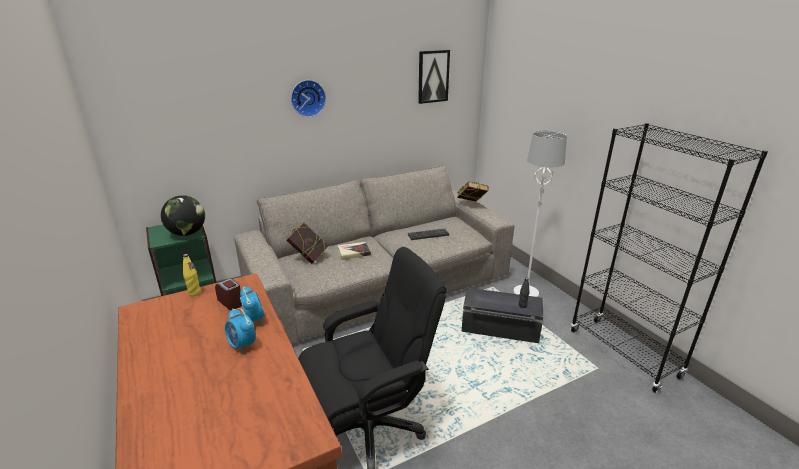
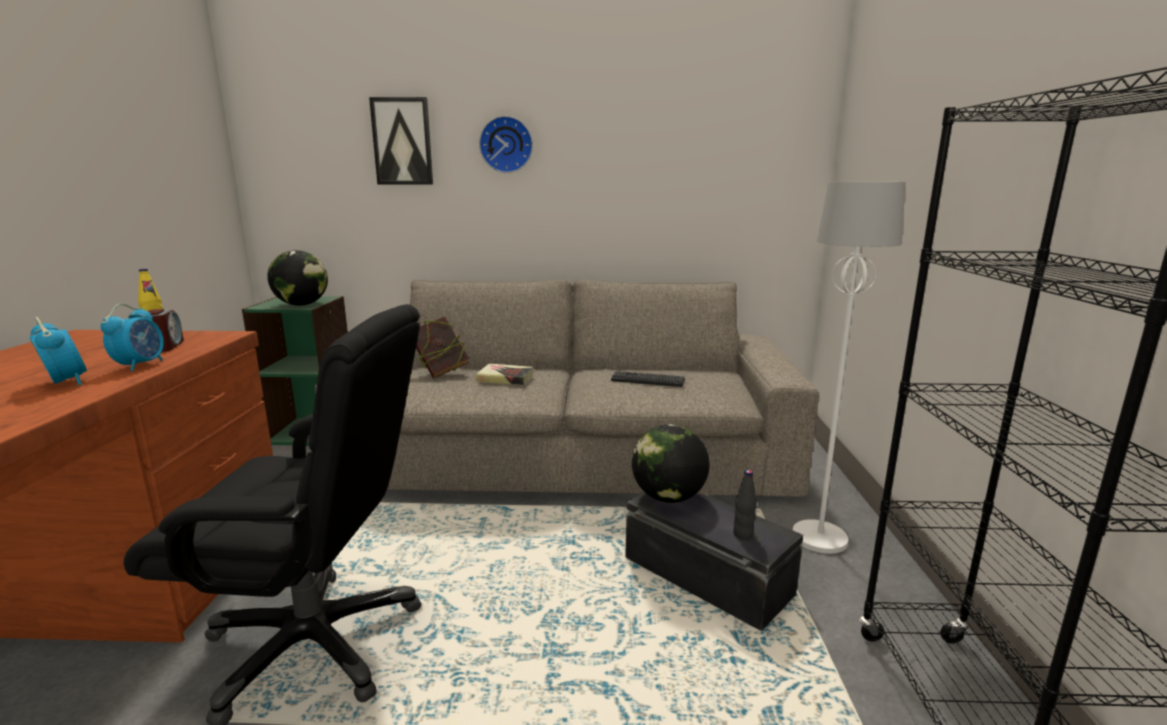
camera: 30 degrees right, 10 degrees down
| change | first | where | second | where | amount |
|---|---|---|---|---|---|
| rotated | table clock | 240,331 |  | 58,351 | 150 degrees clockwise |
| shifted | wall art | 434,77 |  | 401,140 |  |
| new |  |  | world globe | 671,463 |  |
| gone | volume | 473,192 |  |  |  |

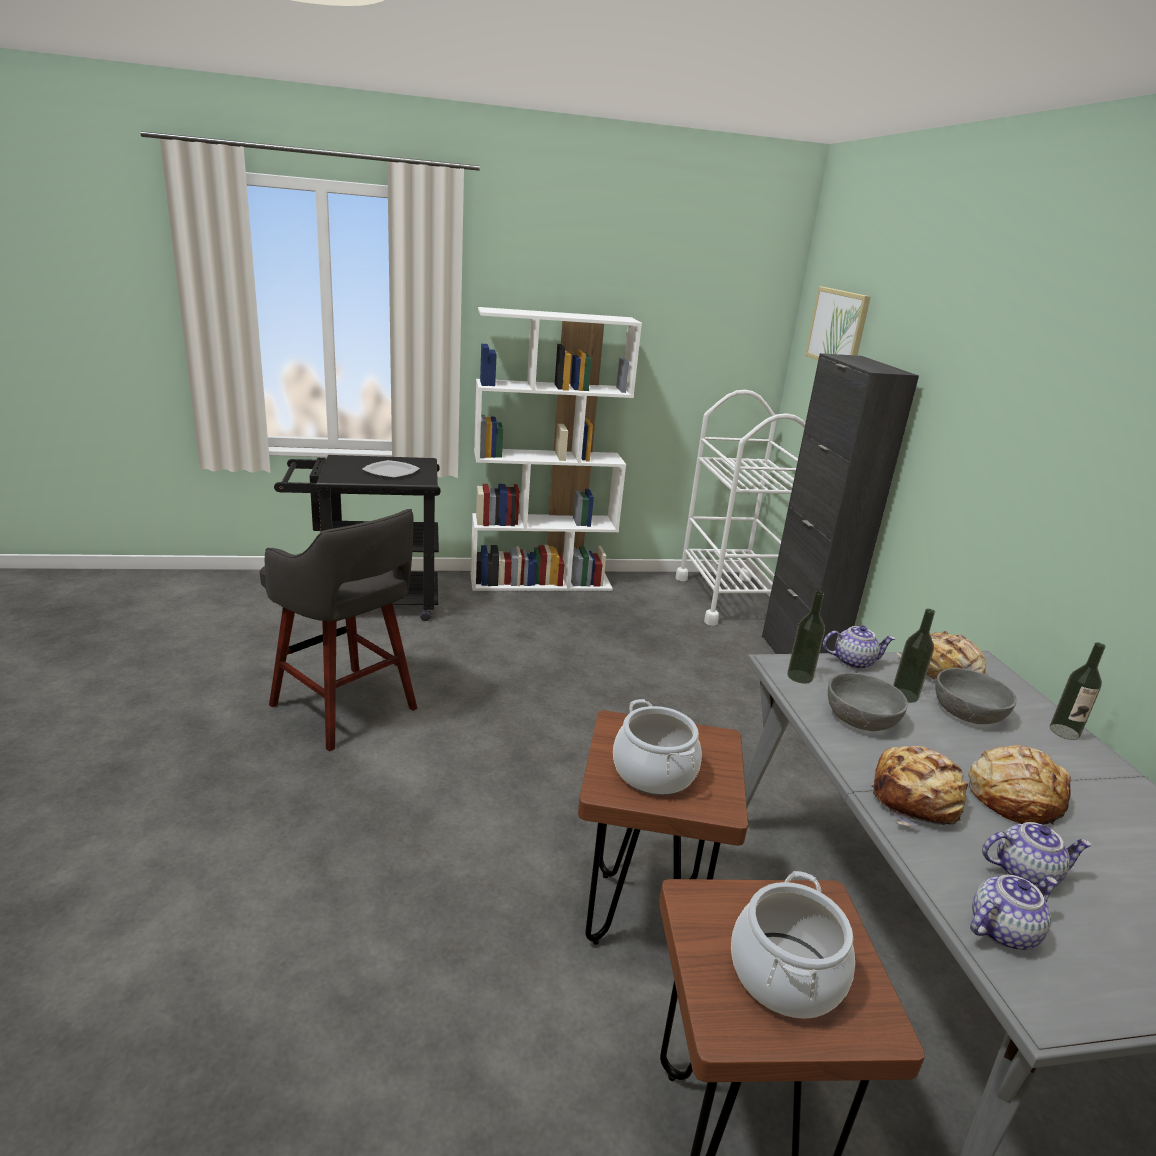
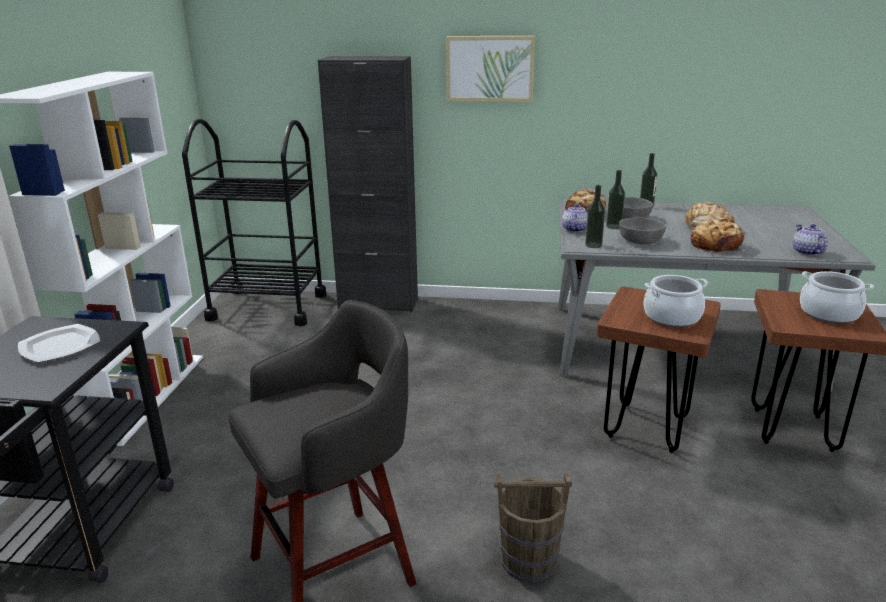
camera: 70 degrees left, 0 degrees up
| change | first | where | second | where | amount |
|---|---|---|---|---|---|
| repainted | cart/white | 740,508 | cart/black-coloured | 254,222 |  |
| shifted | wall art | 838,323 |  | 490,69 |  |
| new |  |  | water bucket/brownish | 533,528 |  |
| gone | tea pot | 1037,854 |  |  |  |

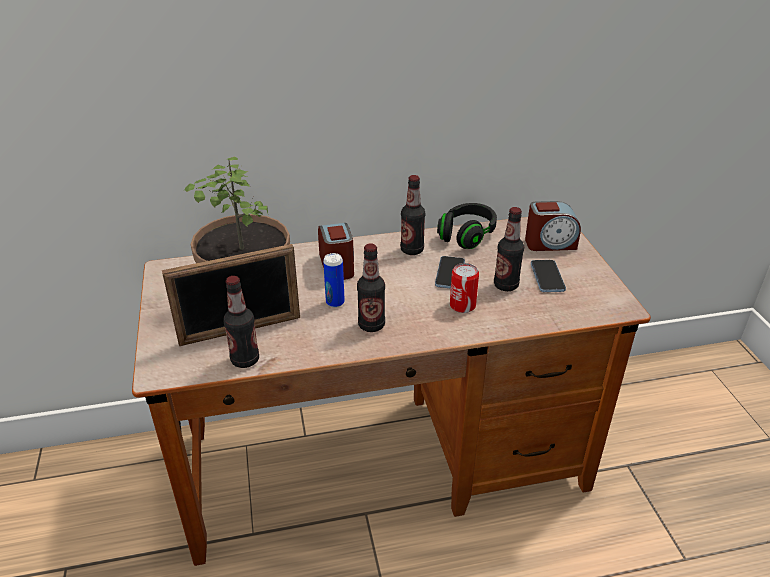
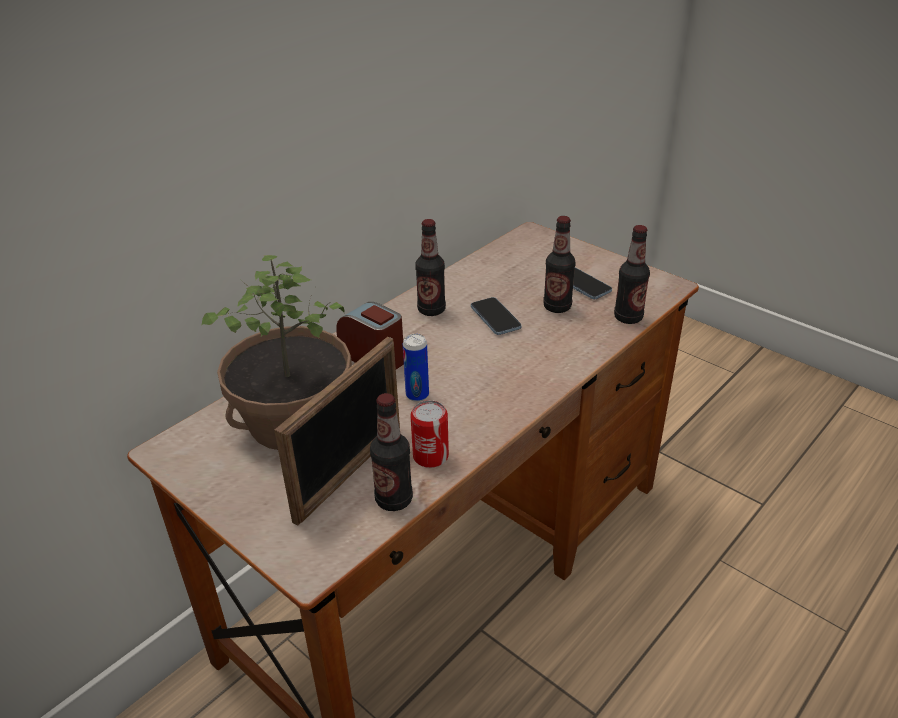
camera: 35 degrees left, 0 degrees up
| change | first | where | second | where | amount |
|---|---|---|---|---|---|
| shifted | can | 464,288 |  | 429,434 |  |
| shifted | beverage bottle | 371,288 |  | 632,274 |  |
| gone | headphones/black-coloured | 467,226 |  |  |  |
| gone | table clock | 553,226 |  |  |  |

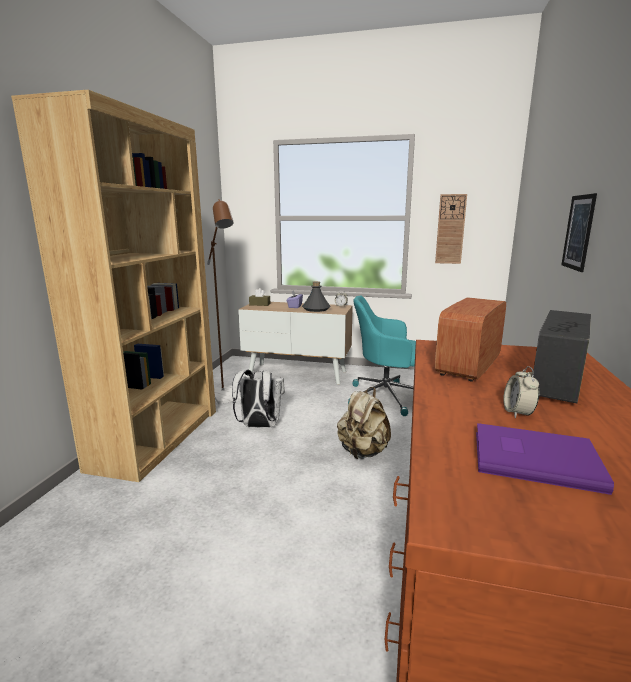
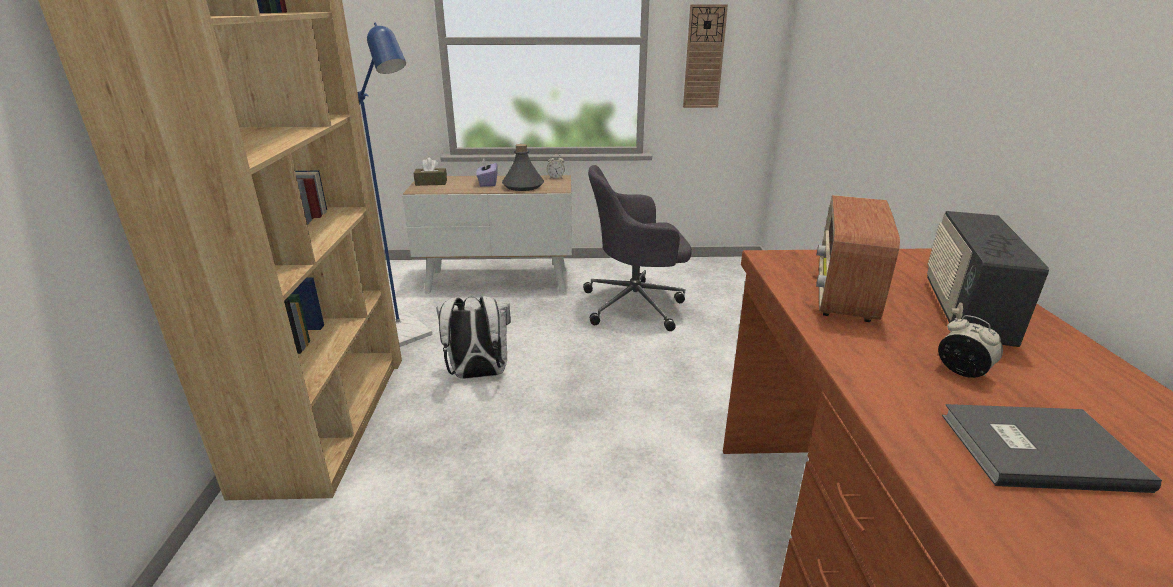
camera: 15 degrees left, 10 degrees up
| change | first | where | second | where | amount |
|---|---|---|---|---|---|
| repainted | standard lamp/brownish | 224,301 | standard lamp/bluish | 395,185 |  |
| repainted | desk chair/turquoise | 382,356 | desk chair/grey | 637,248 |  |
| rotated | table clock | 521,392 |  | 970,346 | 150 degrees clockwise |
| repainted | volume/purple-coloured | 545,459 | volume/grey | 1052,448 |  |
| gone | rucksack/beige | 364,423 |  |  |  |
| gone | wall art | 579,232 |  |  |  |

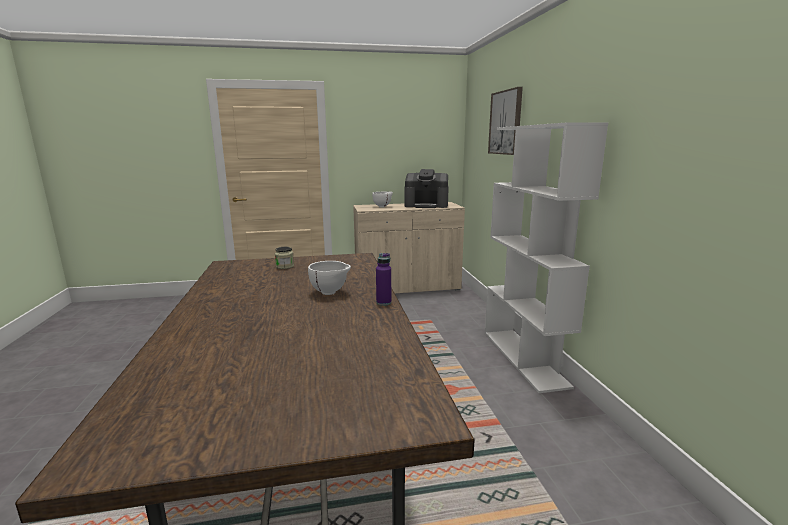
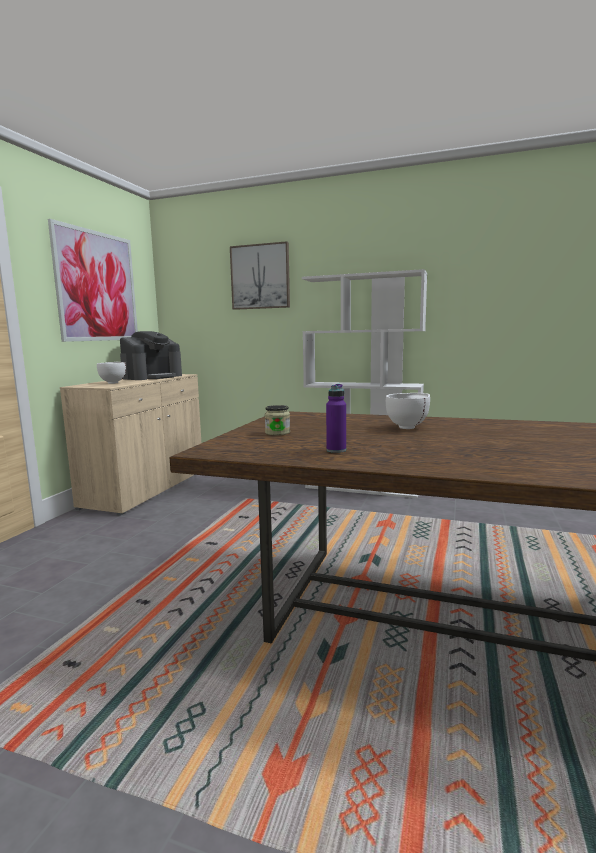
camera: 60 degrees left, 5 degrees down
| change | first | where | second | where | amount |
|---|---|---|---|---|---|
| new |  |  | wall art | 93,280 |  |
| shifted | beverage bottle/purple-coloured | 384,279 |  | 336,418 |  |

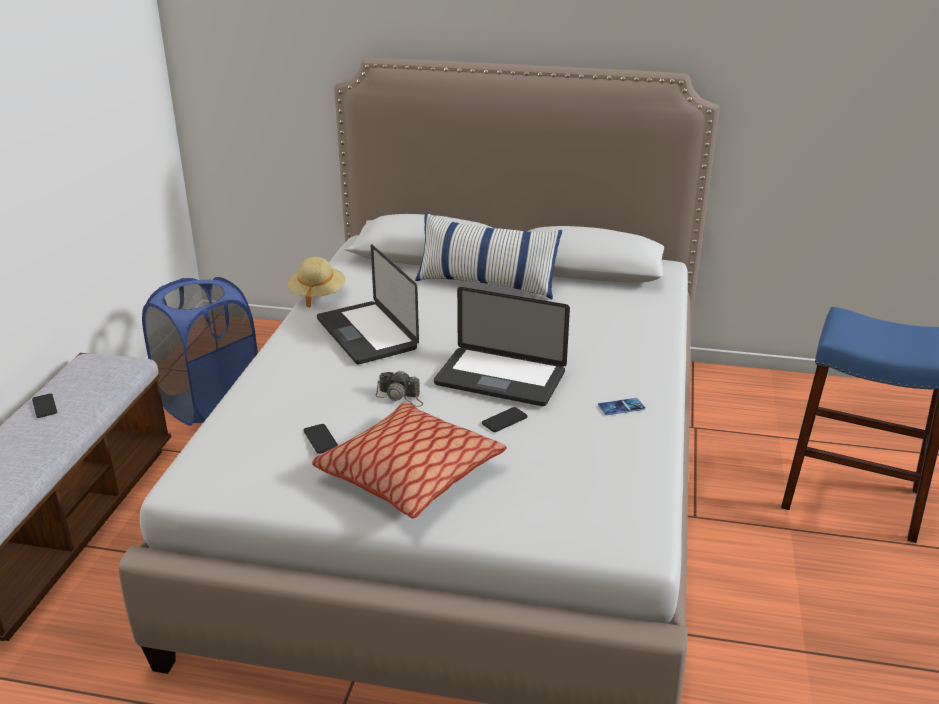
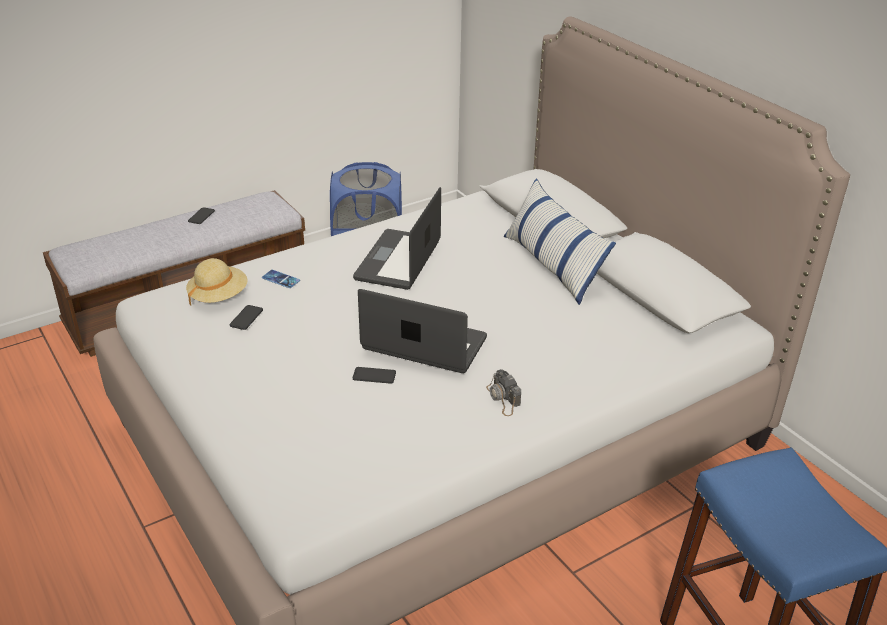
camera: 45 degrees right, 5 degrees up
| change | first | where | second | where | amount |
|---|---|---|---|---|---|
| shifted | clothing hat/beige | 317,282 |  | 217,282 |  |
| shifted | handset | 621,406 |  | 281,279 |  |
| rotated | laptop | 502,346 |  | 422,331 | 135 degrees clockwise |
| shifted | photo camera | 399,388 |  | 503,392 |  |
| gone | cushion | 409,459 |  |  |  |

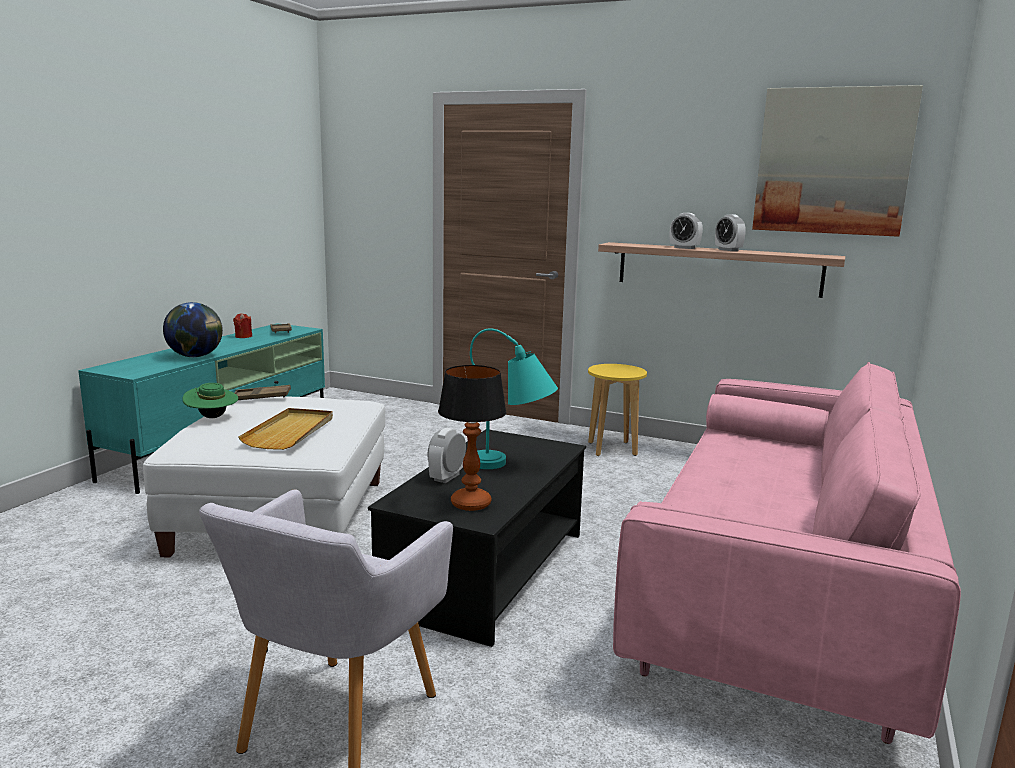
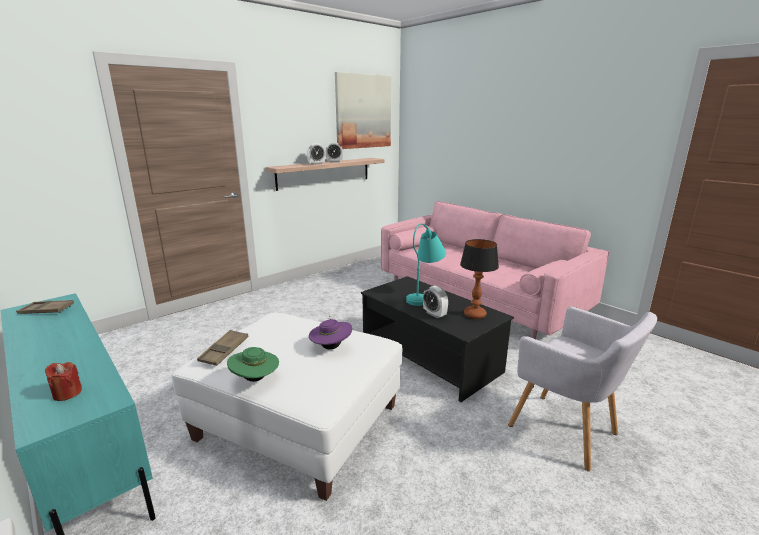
camera: 65 degrees left, 5 degrees up
| change | first | where | second | where | amount |
|---|---|---|---|---|---|
| shifted | wax candle/reddish | 242,325 |  | 63,381 |  |
| swapped | serving tray/beige | 285,429 | clothing hat/purple-coloured | 330,332 |  |
| gone | world globe | 193,329 |  |  |  |
| gone | sitting stool/yellowish | 617,410 |  |  |  |

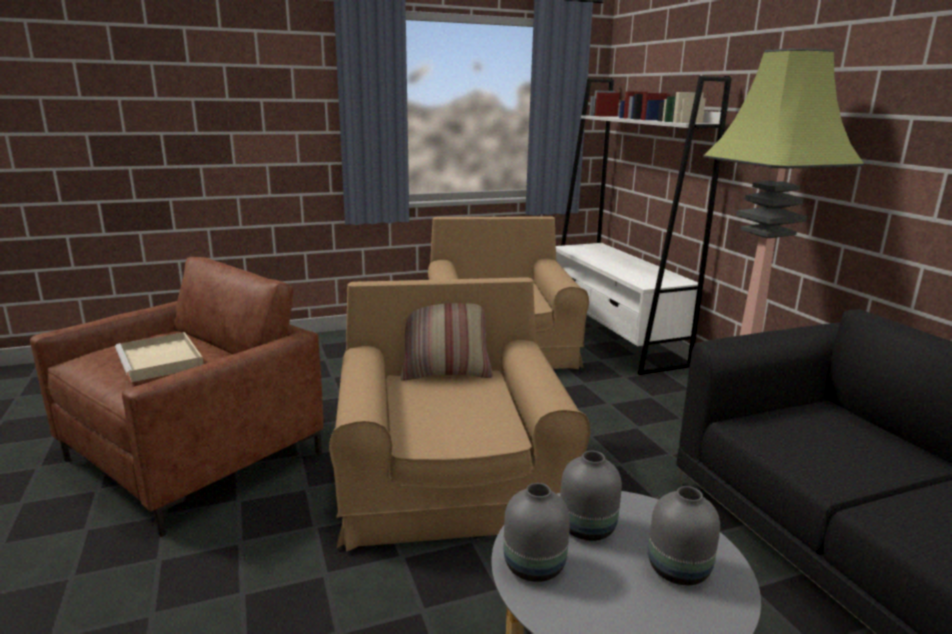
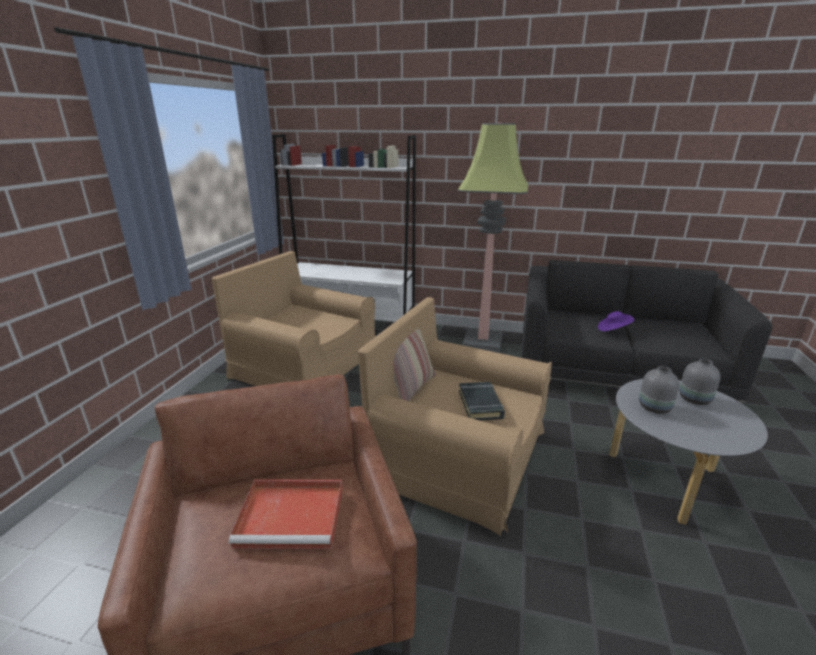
camera: 55 degrees left, 5 degrees up
| change | first | where | second | where | amount |
|---|---|---|---|---|---|
| repainted | serving tray/beige | 159,357 | serving tray/reddish | 286,514 |  |
| new |  |  | volume/black-coloured | 482,401 |  |
| new |  |  | clothing hat/purple-coloured | 616,321 |  |
| gone | vase/grey | 537,532 |  |  |  |

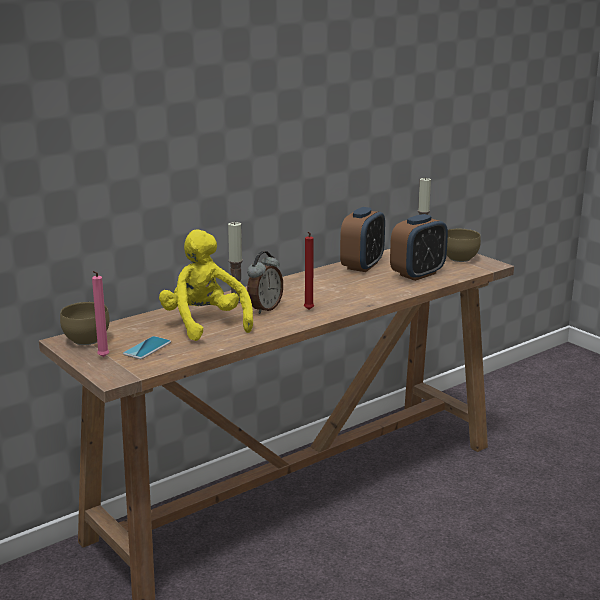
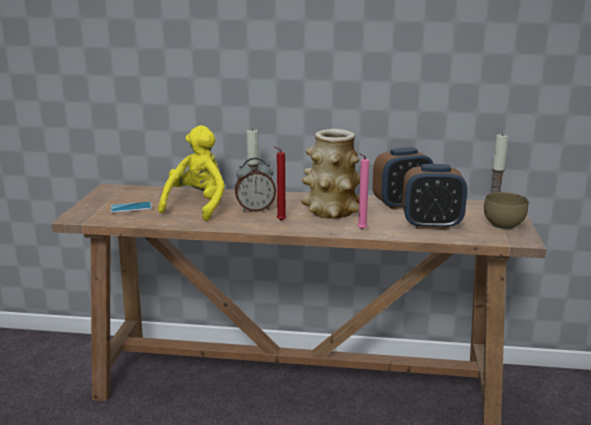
camera: 45 degrees right, 0 degrees up
| change | first | where | second | where | amount |
|---|---|---|---|---|---|
| new |  |  | vase | 330,174 |  |
| shifted | wax candle/pink-coloured | 100,314 |  | 363,191 |  |
| gone | bowl/brownish | 85,323 |  |  |  |

